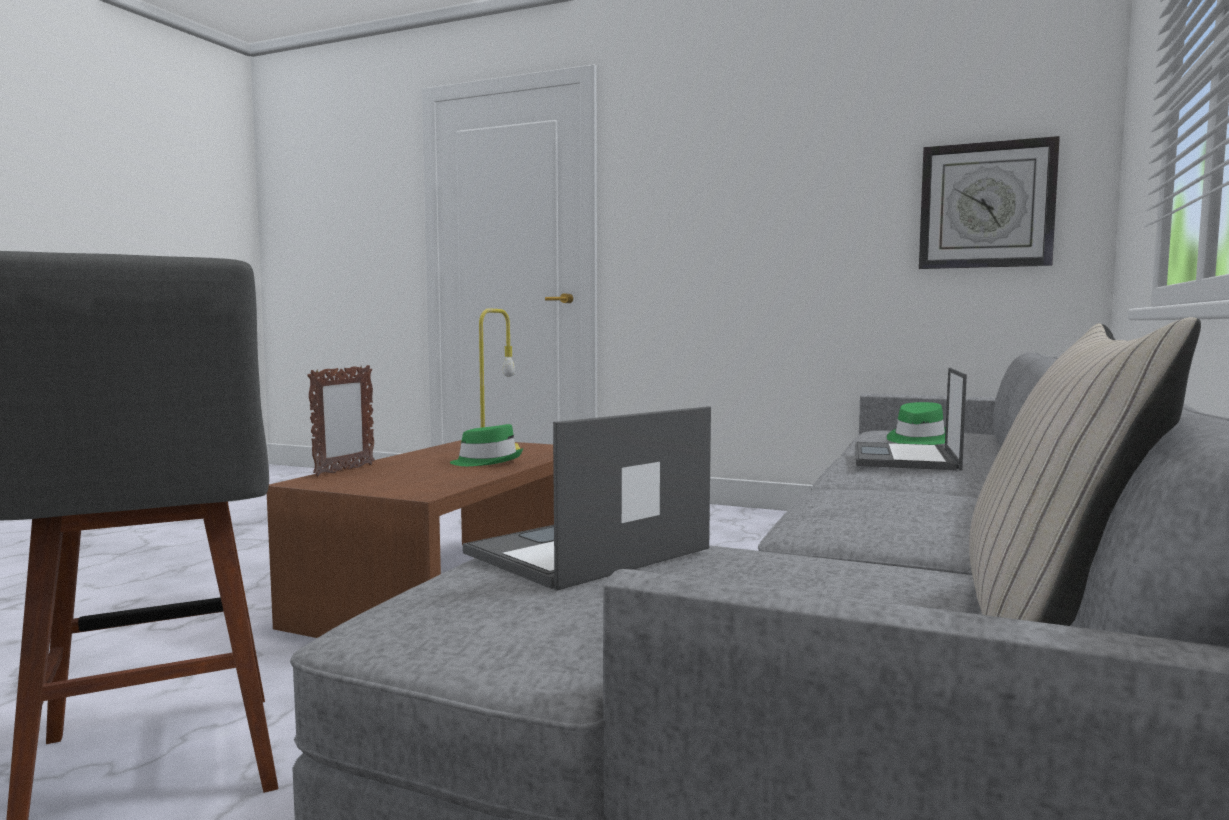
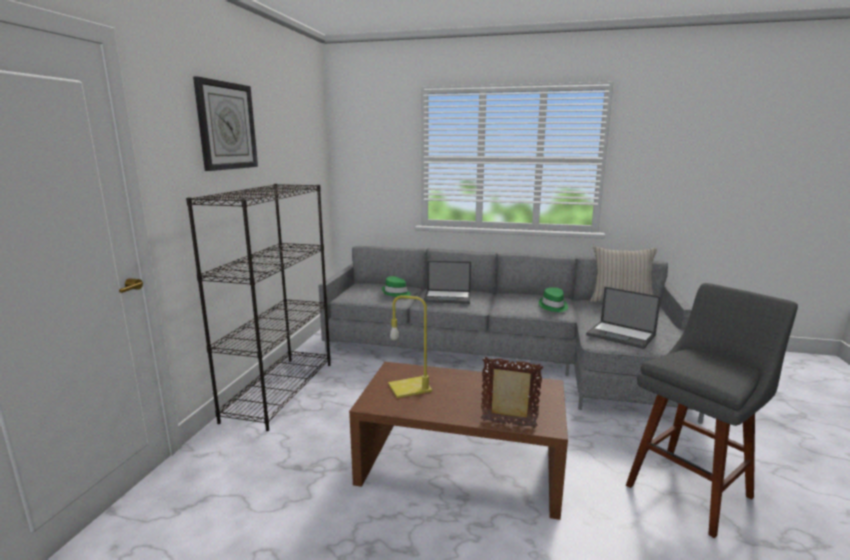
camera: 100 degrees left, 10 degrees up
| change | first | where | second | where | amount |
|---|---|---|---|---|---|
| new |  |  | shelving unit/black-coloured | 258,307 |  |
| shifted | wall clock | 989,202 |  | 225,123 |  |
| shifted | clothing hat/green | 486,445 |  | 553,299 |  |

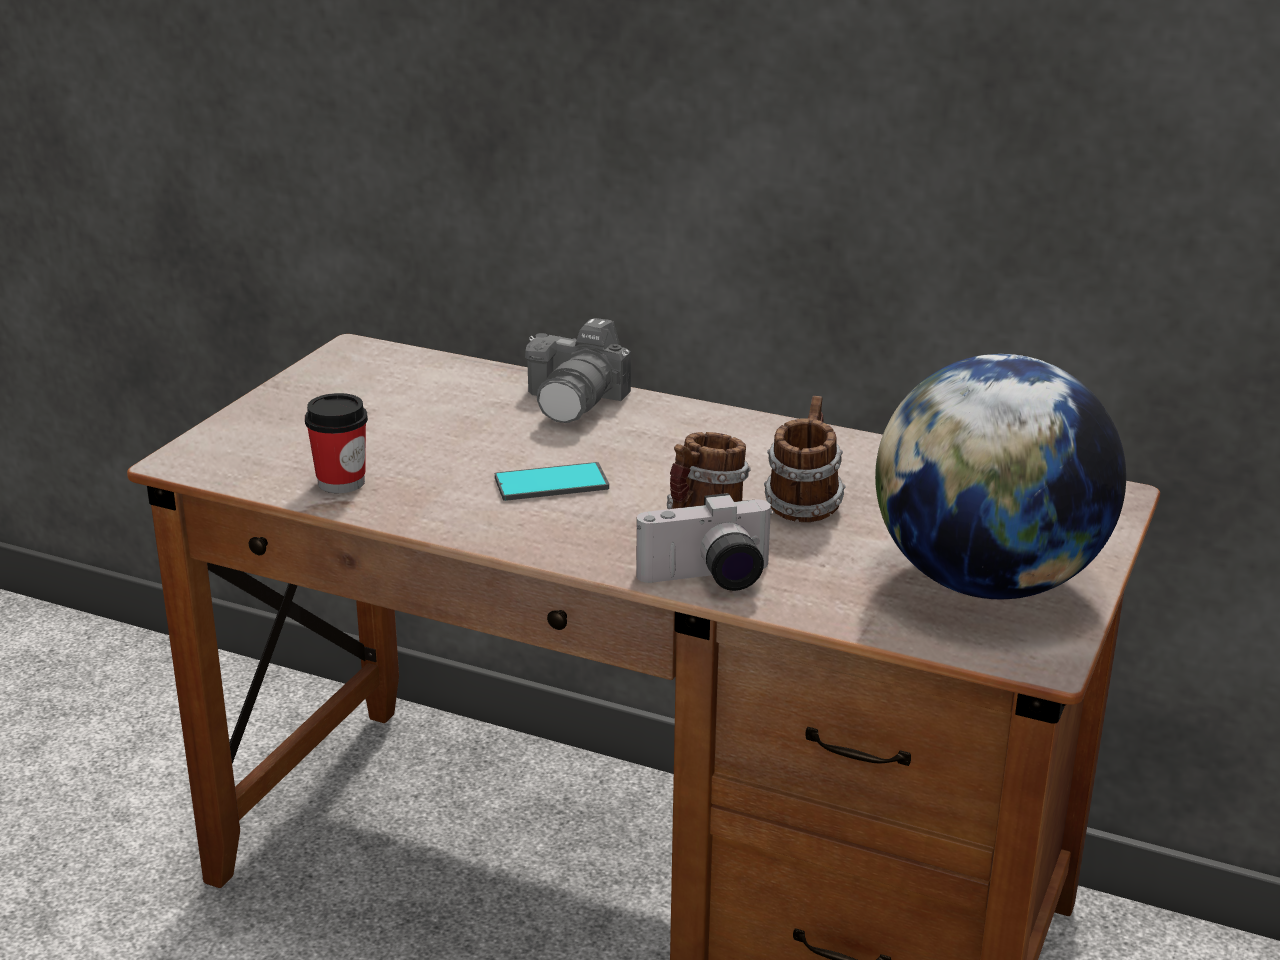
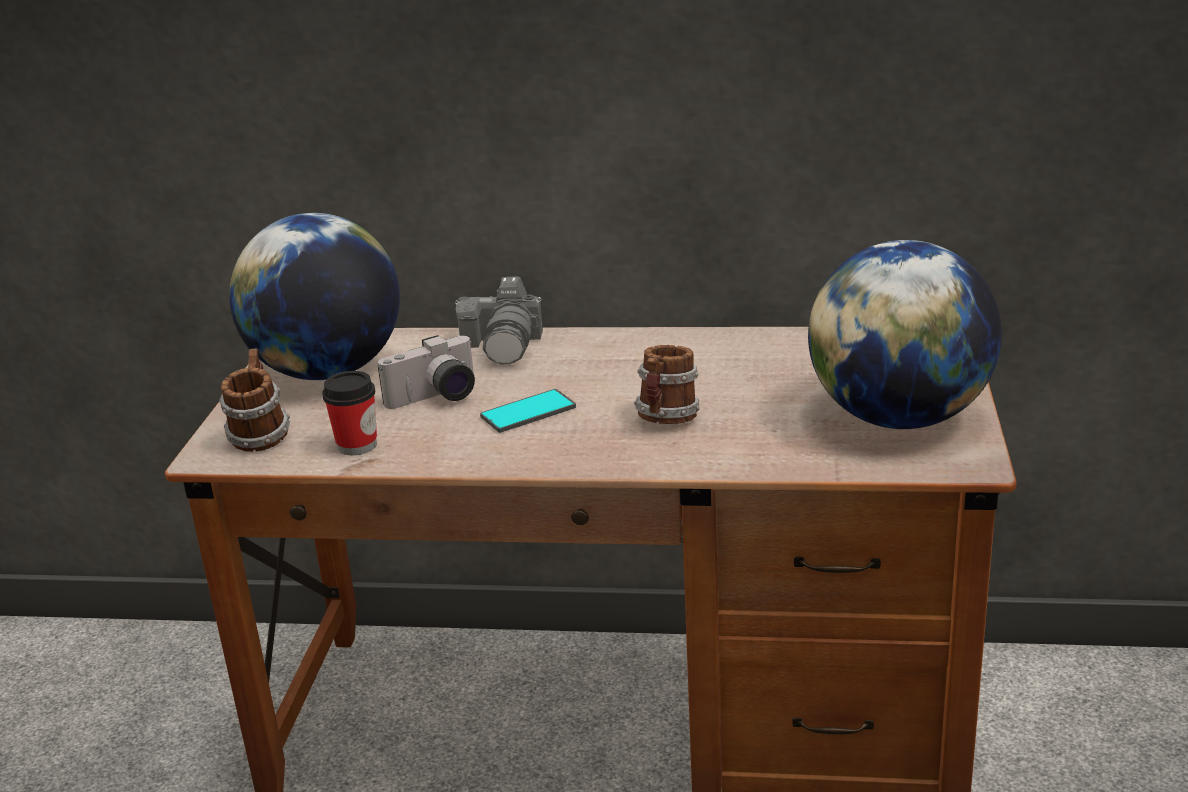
camera: 15 degrees left, 0 degrees up
| change | first | where | second | where | amount |
|---|---|---|---|---|---|
| shifted | tea mug | 804,459 |  | 254,400 |  |
| new |  |  | world globe | 314,296 |  |
| shifted | photo camera | 705,542 |  | 426,372 |  |

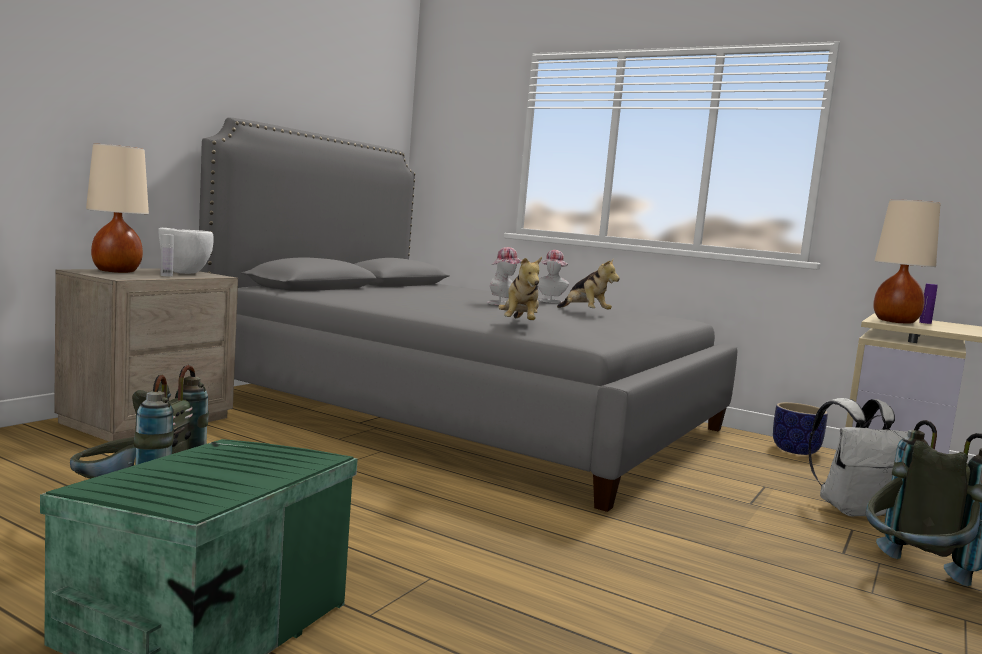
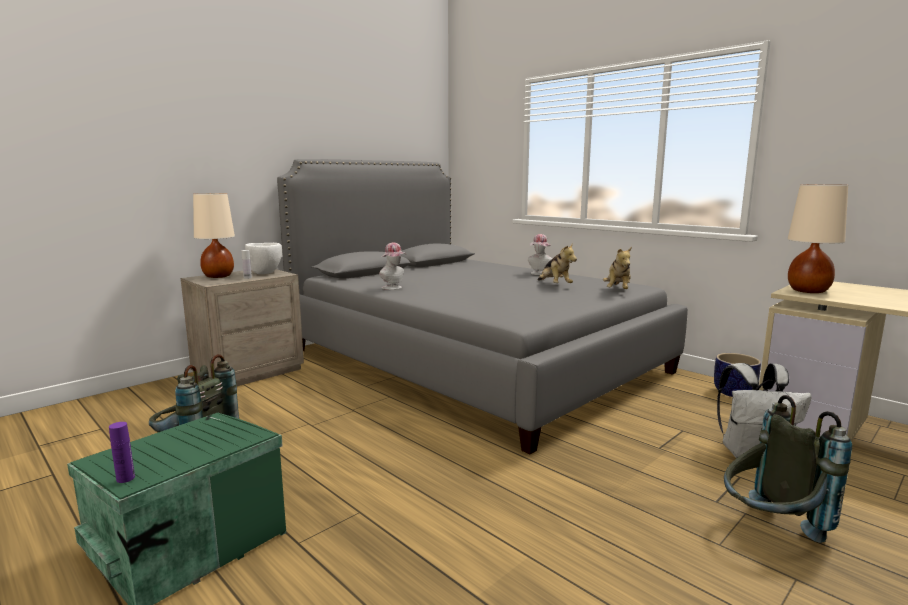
camera: 15 degrees right, 5 degrees up
| change | first | where | second | where | amount |
|---|---|---|---|---|---|
| shifted | beverage bottle/purple-coloured | 928,304 |  | 122,452 |  |
| shifted | clothing hat | 504,276 |  | 392,266 |  |
| shifted | cuddly toy | 520,288 |  | 617,268 |  |

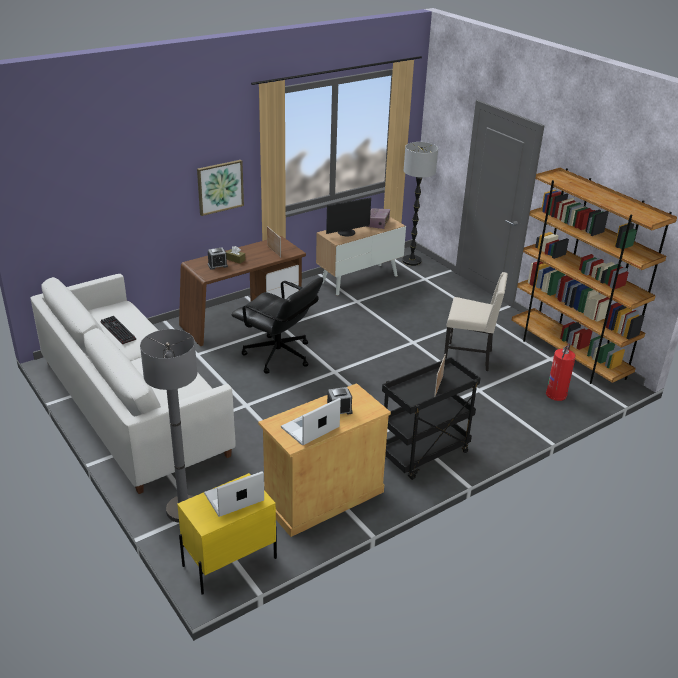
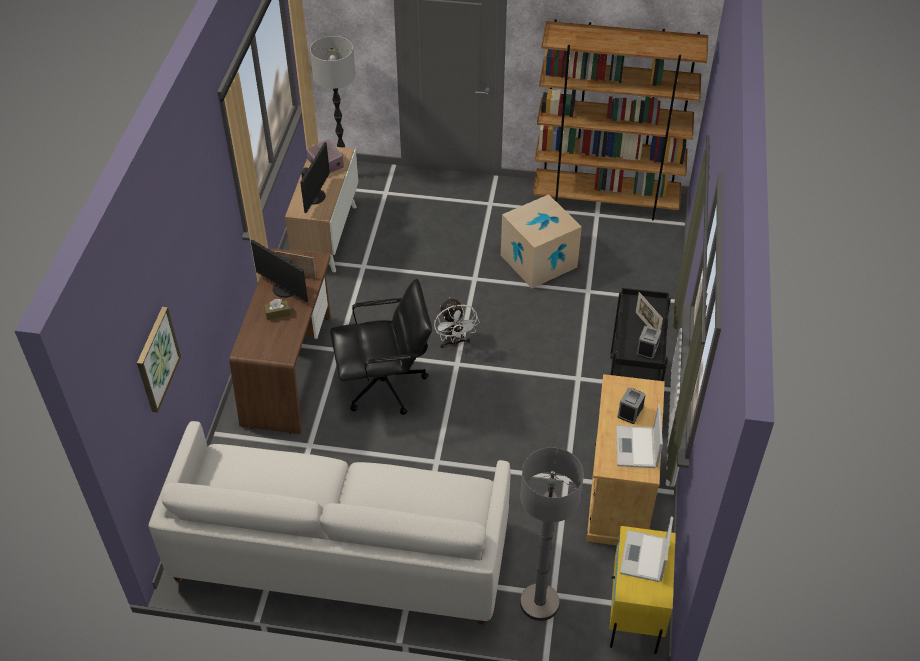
camera: 45 degrees left, 15 degrees up
| change | first | where | second | where | amount |
|---|---|---|---|---|---|
| shifted | wall art | 220,188 |  | 159,360 |  |
| new |  |  | monitor | 279,271 |  |
| new |  |  | electric fan/white | 457,322 |  |
| swapped | chair/beige | 476,321 | carton | 541,241 |  |
| shifted | table clock | 218,259 |  | 648,343 |  |
| gone | computer keyboard | 118,330 |  |  |  |
| gone | fire-fighting cylinder | 561,372 |  |  |  |

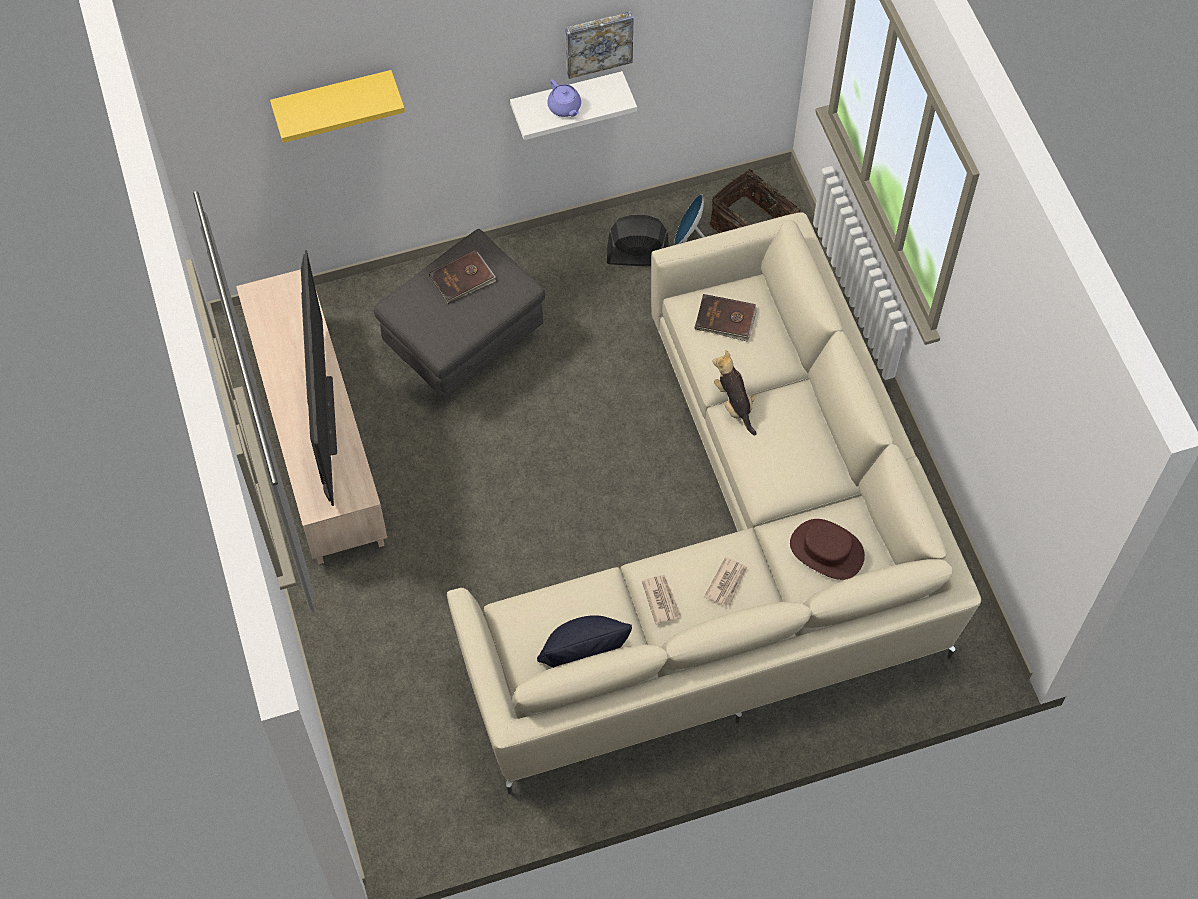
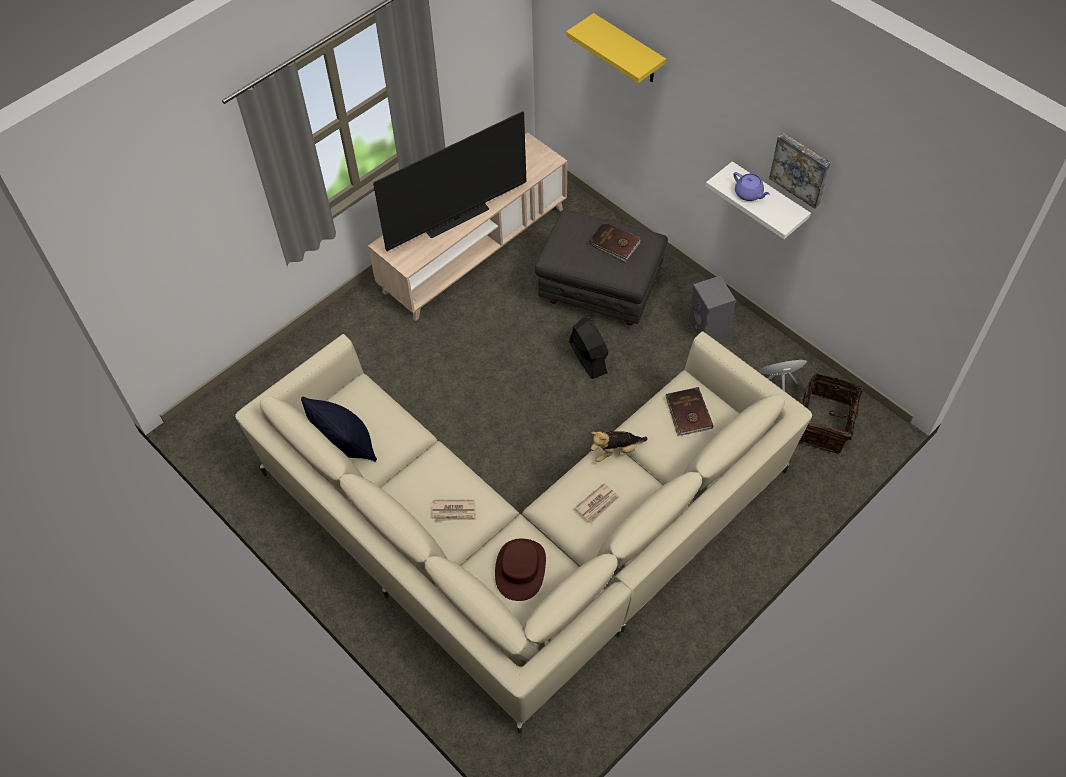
camera: 65 degrees right, 5 degrees down
| change | first | where | second | where | amount |
|---|---|---|---|---|---|
| shifted | electric fan/black-coloured | 638,240 |  | 588,348 |  |
| shifted | printed paper | 661,599 |  | 596,503 |  |
| rotated | cuddly toy | 735,392 |  | 619,446 | 150 degrees counterclockwise |
| new |  |  | audio speaker/grey | 712,308 |  |
| rotated | tea pot/purple-coloured | 564,98 |  | 751,186 | 75 degrees counterclockwise |

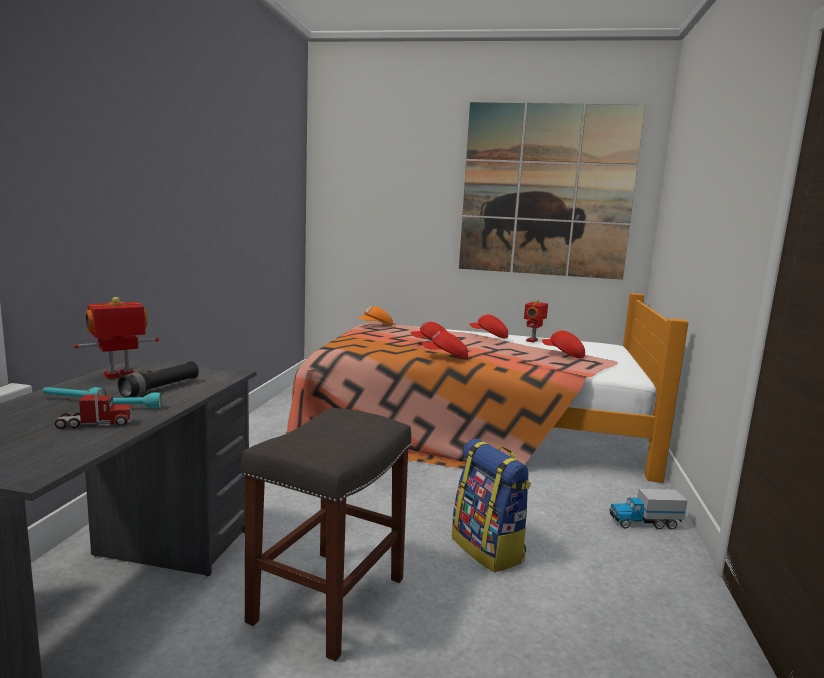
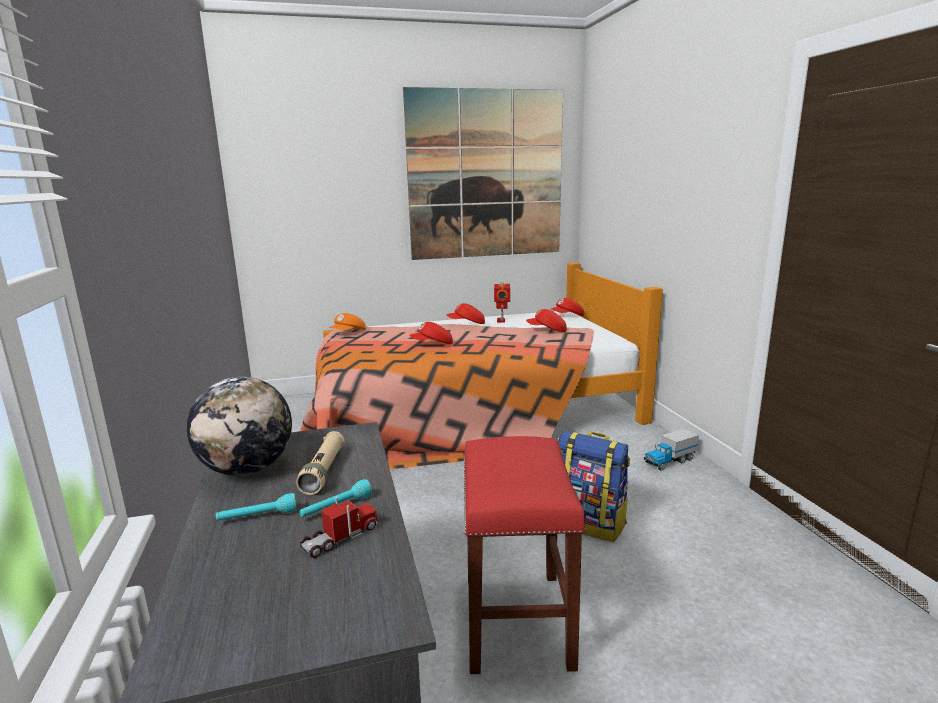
camera: 25 degrees left, 5 degrees up
| change | first | where | second | where | amount |
|---|---|---|---|---|---|
| swapped | robot figure | 116,338 | world globe | 239,426 |  |
| repainted | flashlight/black-coloured | 158,379 | flashlight/beige | 320,463 |  |
| repainted | sitting stool/grey | 326,534 | sitting stool/reddish | 525,555 |  |
| shifted | peaked cap/reddish | 445,345 |  | 567,307 |  |

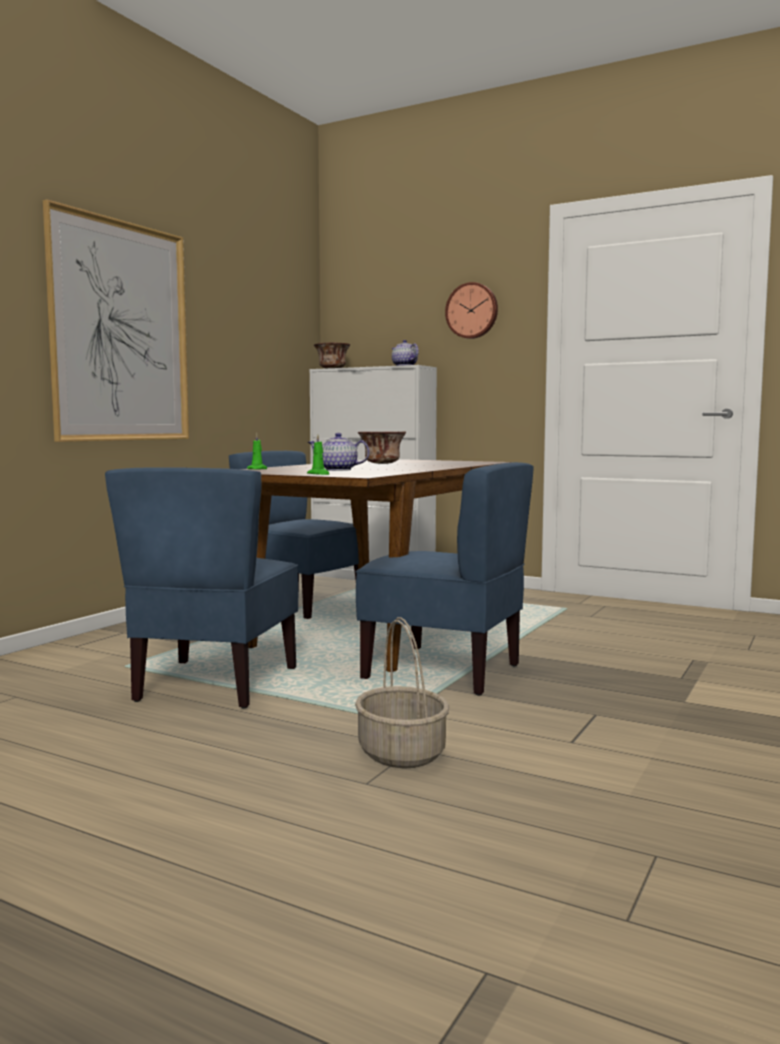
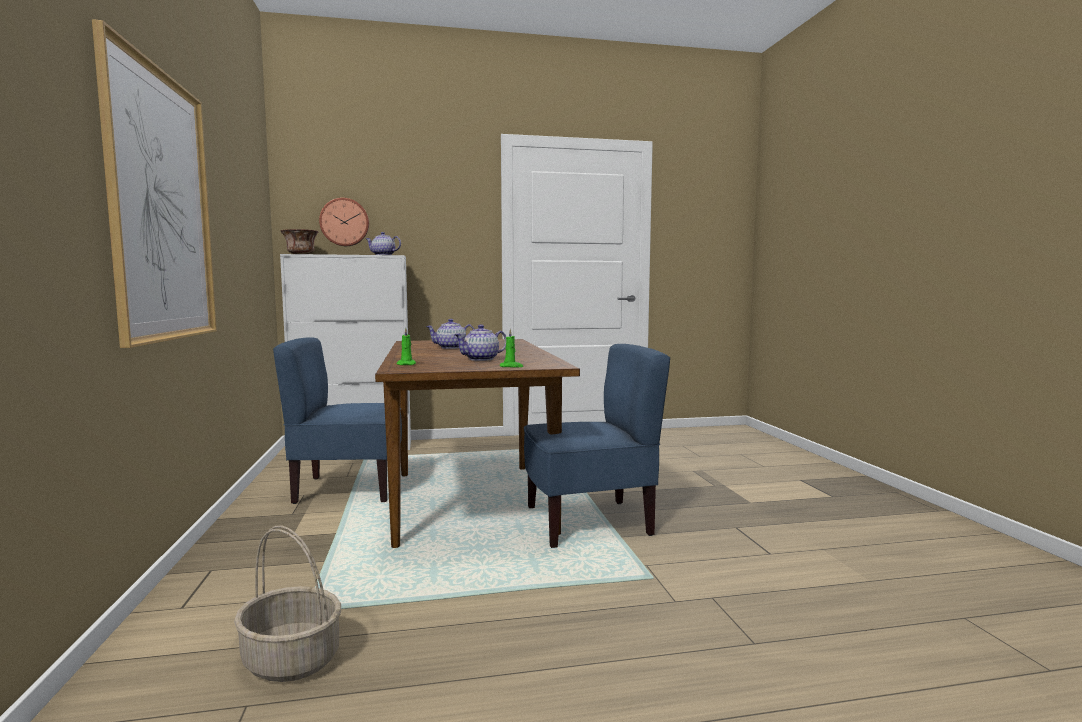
camera: 40 degrees left, 0 degrees up
| change | first | where | second | where | amount |
|---|---|---|---|---|---|
| shifted | basket | 402,693 |  | 287,604 |  |
| shifted | wall clock | 471,310 |  | 344,222 |  |
| swapped | bowl | 382,447 | tea pot | 450,334 |  |
| gone | chair/bluish | 201,588 |  |  |  |

